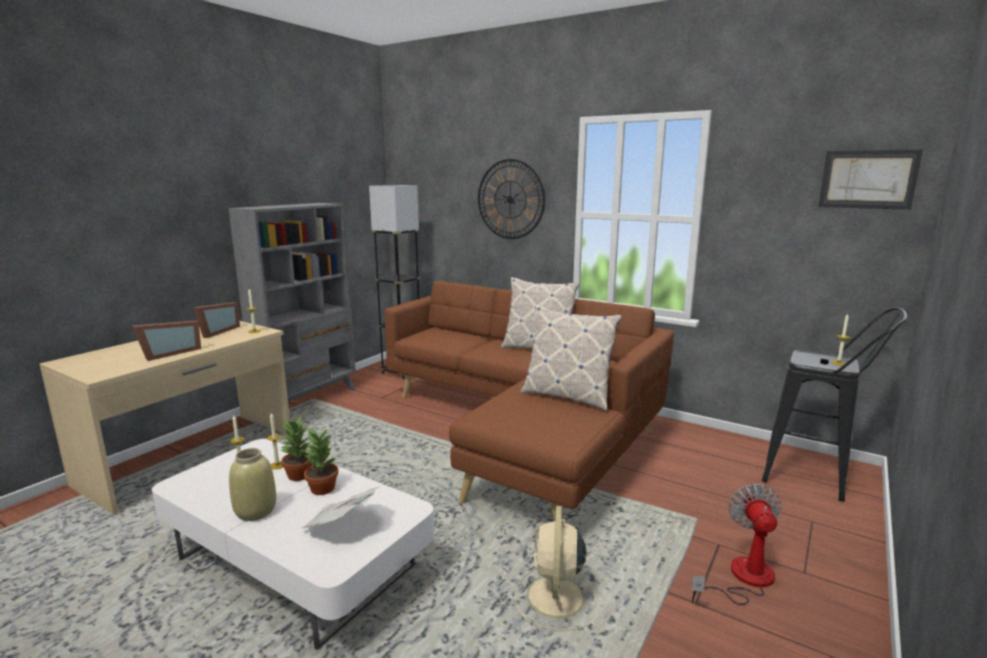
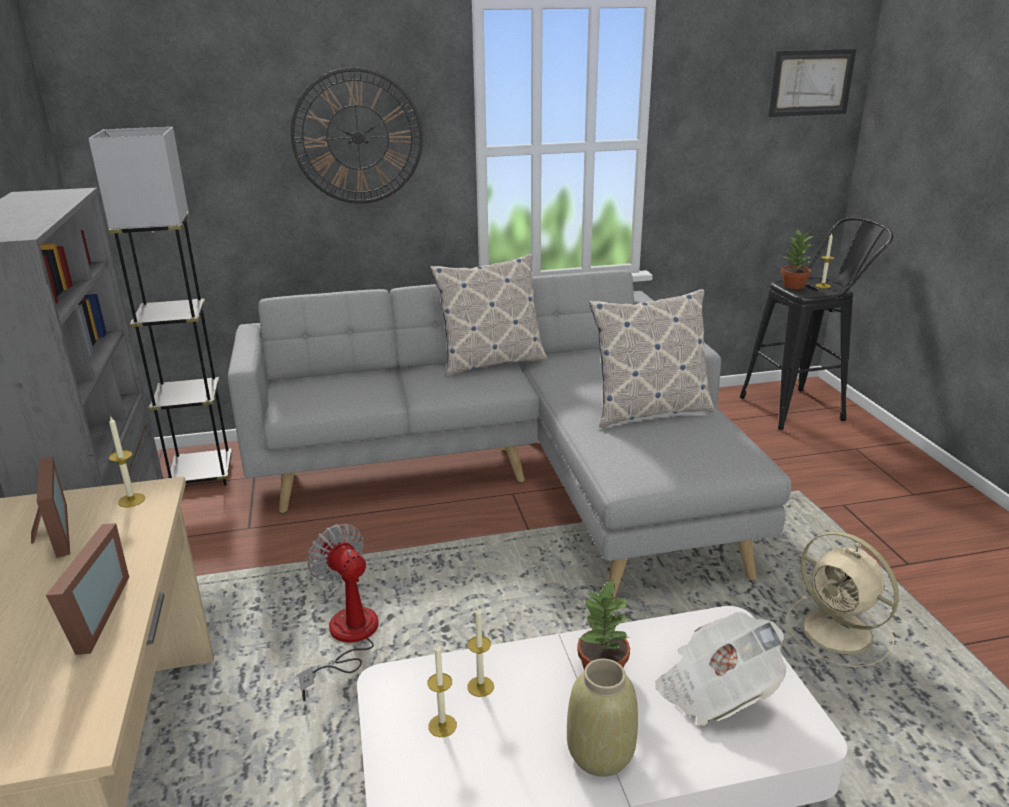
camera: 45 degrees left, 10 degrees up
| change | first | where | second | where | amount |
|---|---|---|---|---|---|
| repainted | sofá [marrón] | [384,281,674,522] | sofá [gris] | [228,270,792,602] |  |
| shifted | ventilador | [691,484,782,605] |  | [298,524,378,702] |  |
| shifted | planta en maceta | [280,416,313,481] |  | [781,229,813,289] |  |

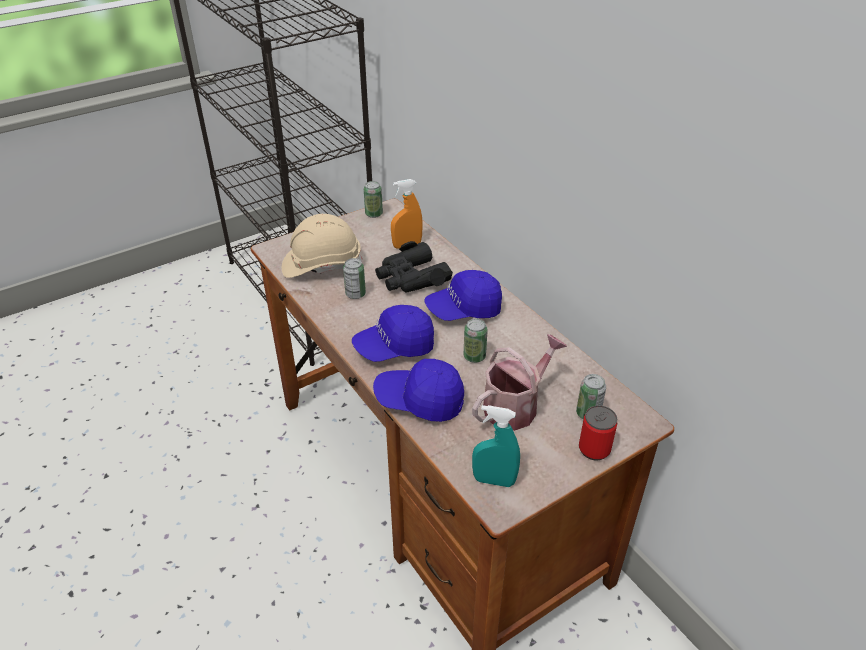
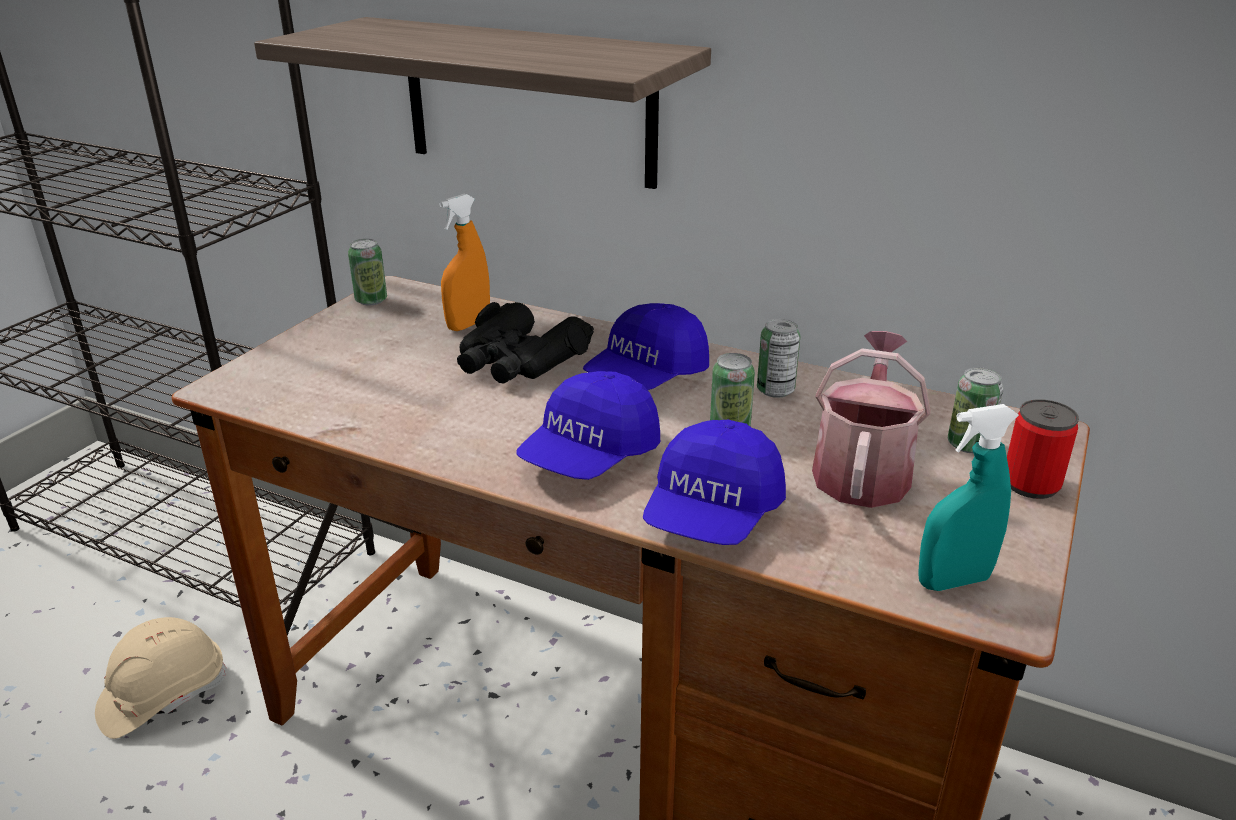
camera: 30 degrees left, 10 degrees down
| change | first | where | second | where | amount |
|---|---|---|---|---|---|
| shifted | casco [beis] | [282,214,363,278] |  | [95,617,227,739] |  |
| new |  |  | estante | [254,17,711,189] |  |
| rotated | gorra [azul] | [373,359,464,422] |  | [643,420,786,545] | 45 degrees counterclockwise |
| shifted | lata | [343,258,366,299] |  | [757,319,800,398] |  |

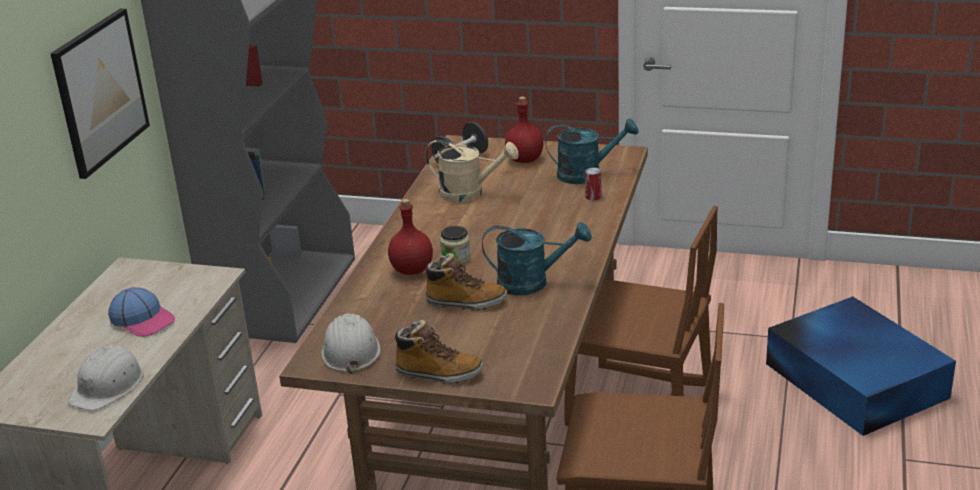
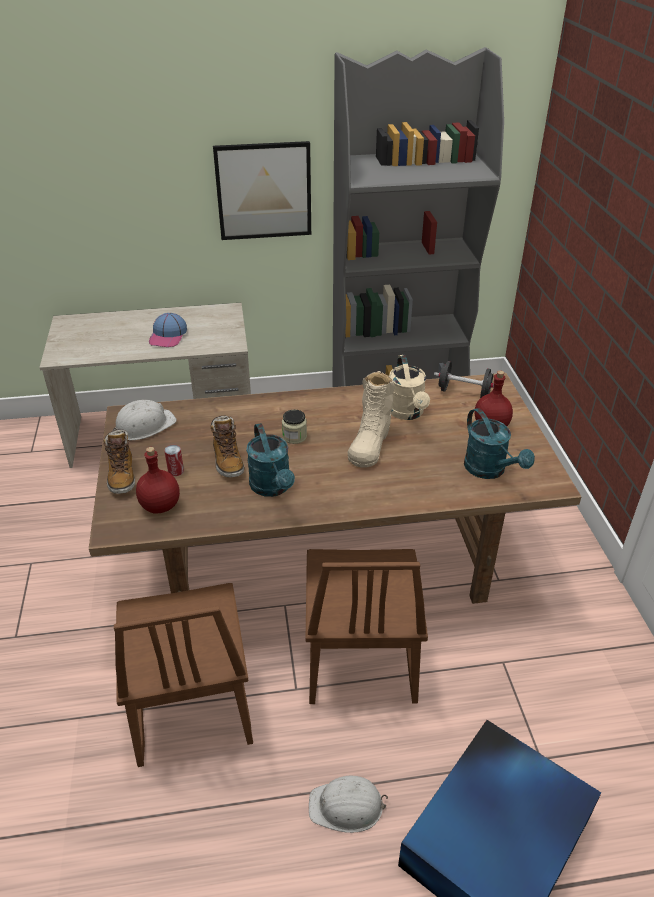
camera: 65 degrees right, 10 degrees up
| change | first | where | second | where | amount |
|---|---|---|---|---|---|
| shifted | botella [rojo] | [388,199,433,275] |  | [136,447,180,514] |  |
| shifted | lata | [585,168,602,201] |  | [164,445,184,476] |  |
| shifted | casco [blanco] | [68,345,144,411] |  | [309,776,388,833] |  |
| new |  |  | bota [beis] | [348,371,394,467] |  |

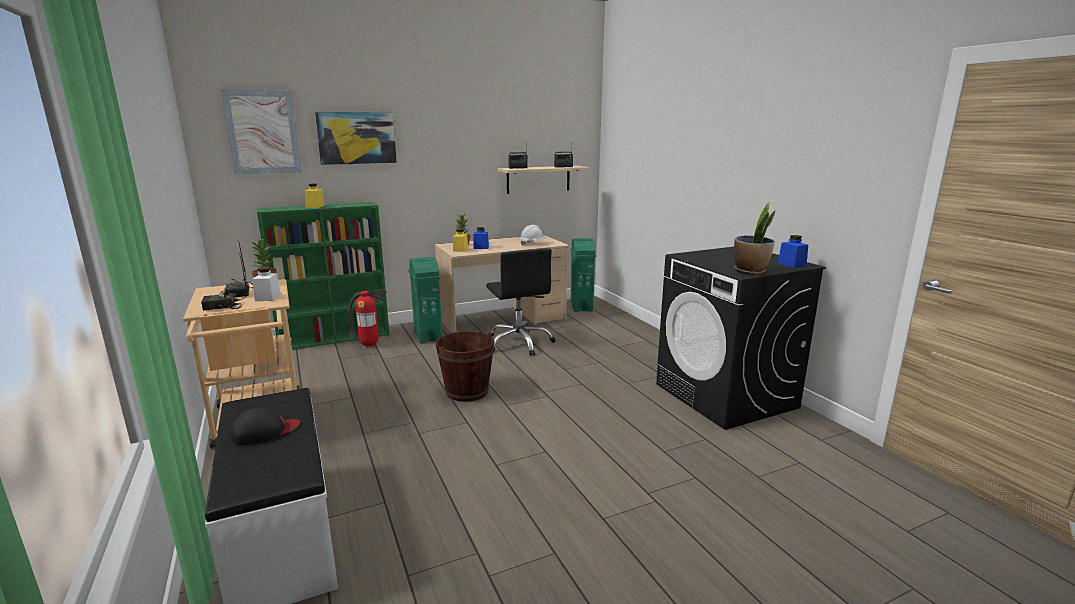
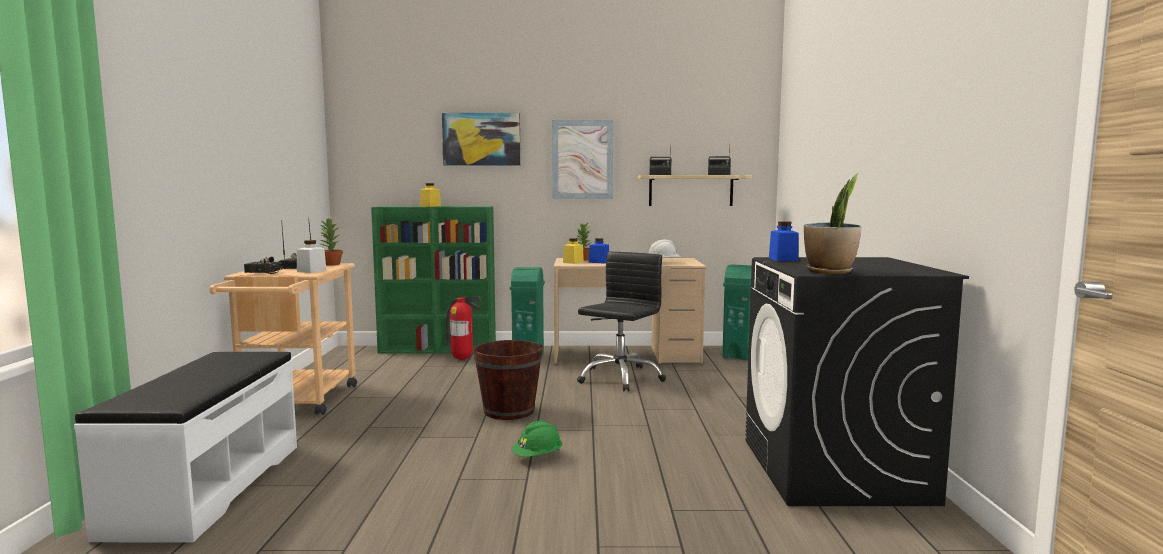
camera: 25 degrees right, 10 degrees down
| change | first | where | second | where | amount |
|---|---|---|---|---|---|
| new |  |  | casco [verde] | [512,421,562,457] |  |
| shifted | cuadro | [221,89,302,174] |  | [552,120,613,199] |  |
| rotated | silla de oficina [negro] | [486,248,555,356] |  | [577,252,666,392] | 150 degrees counterclockwise |
| shifted | tarro [azul] | [778,235,808,268] |  | [769,221,798,261] |  |
| gone | gorra [negro] | [230,408,301,445] |  |  |  |

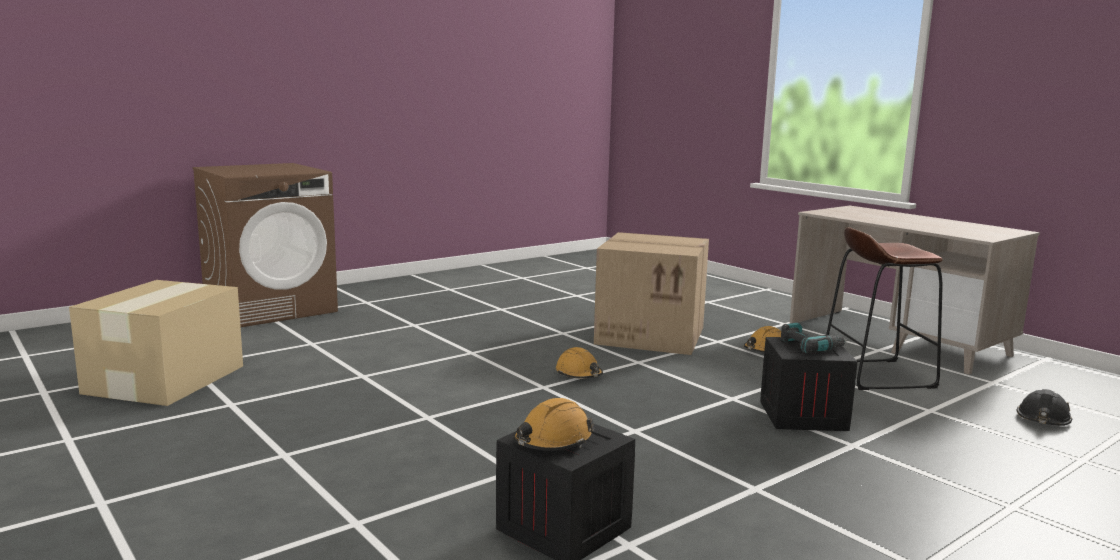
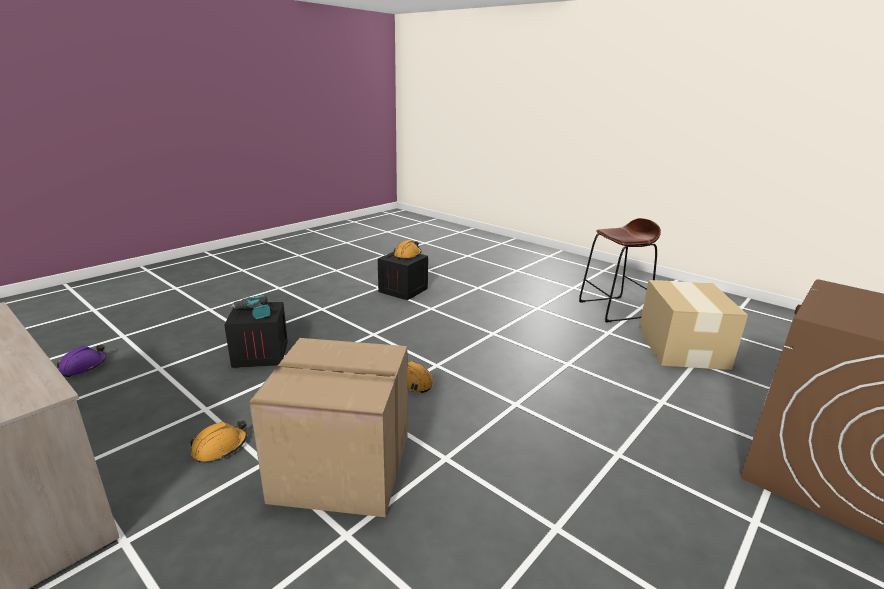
camera: 170 degrees right, 10 degrees up
| change | first | where | second | where | amount |
|---|---|---|---|---|---|
| repainted | casco [negro] | [1017,389,1072,426] | casco [morado] | [57,345,107,377] |  |
| shifted | taburete [marrón] | [826,227,943,390] |  | [579,218,661,323] |  |

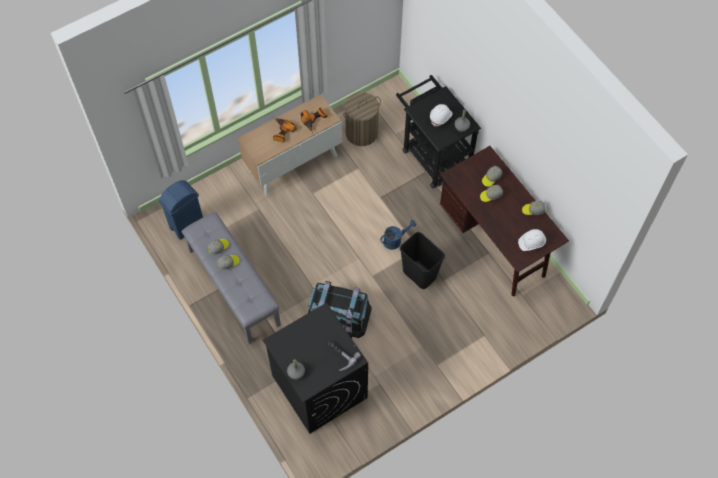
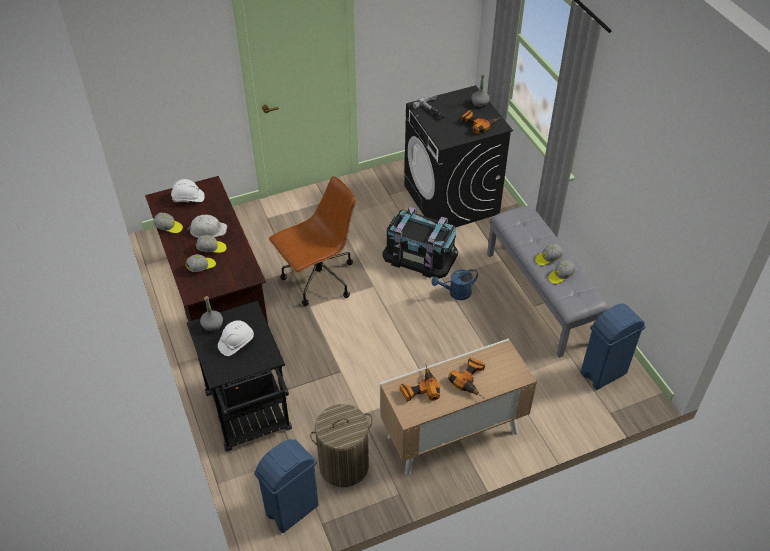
camera: 170 degrees left, 15 degrees down
| change | first | where | second | where | amount |
|---|---|---|---|---|---|
| new |  |  | casco [blanco] | [187,215,227,238] |  |
| new |  |  | papelera [azul] | [254,439,319,533] |  |
| swapped | papelera [negro] | [400,232,445,289] | silla de oficina [marrón] | [269,176,356,306] |  |
| shifted | regadera [azul] | [380,220,416,250] |  | [432,269,478,300] |  |
| new |  |  | taladro | [461,110,501,135] |  |

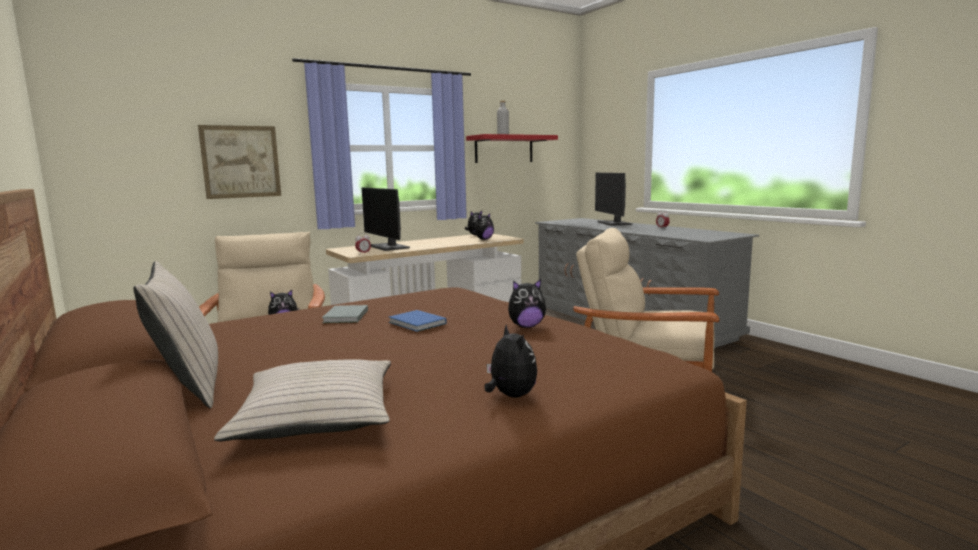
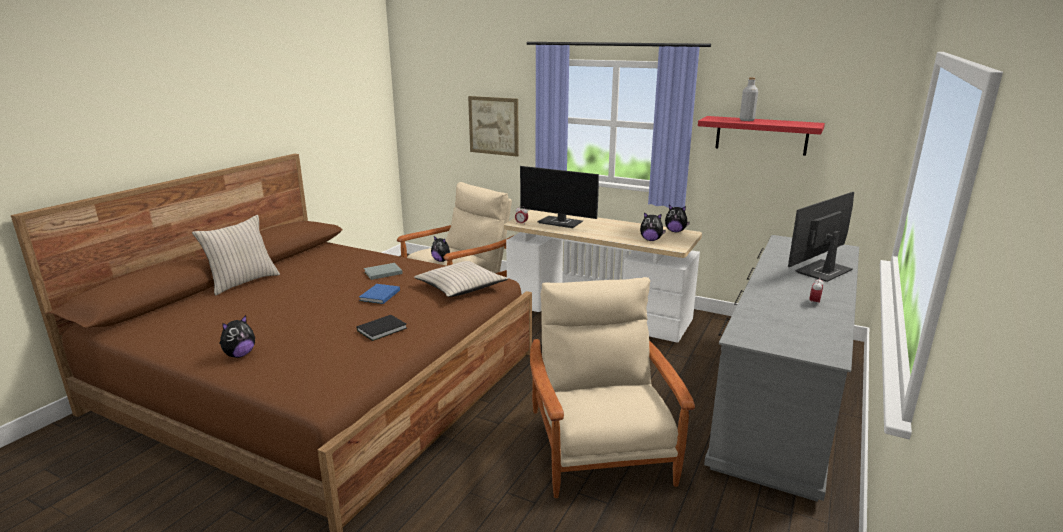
camera: 60 degrees right, 10 degrees up
| change | first | where | second | where | amount |
|---|---|---|---|---|---|
| swapped | peluche | [508,279,546,328] | libro [negro] | [357,315,407,341] |  |
| shifted | cojín [beis] | [214,359,391,441] |  | [414,261,508,297] |  |
| rotated | monitor | [362,187,410,251] |  | [520,166,599,228] | 90 degrees counterclockwise |

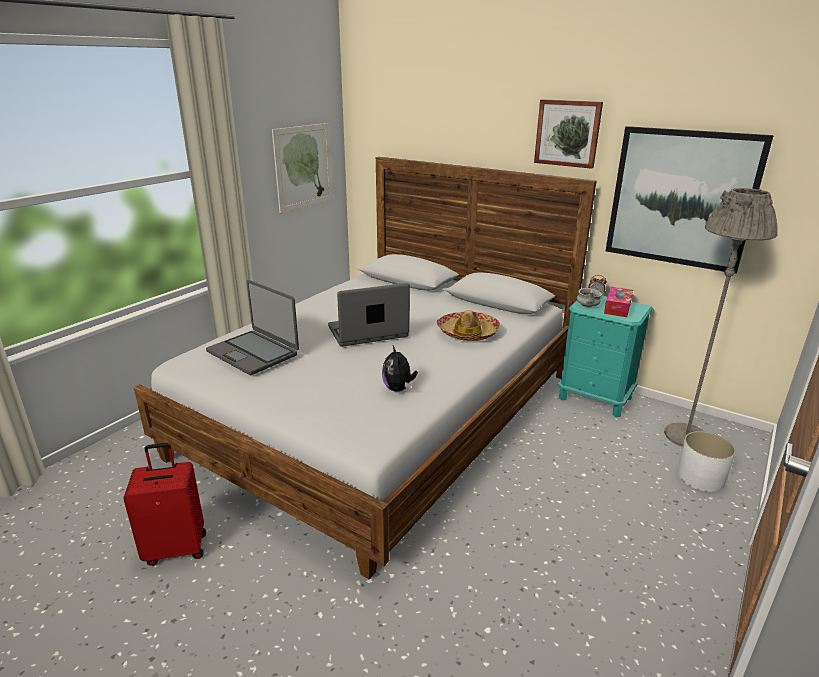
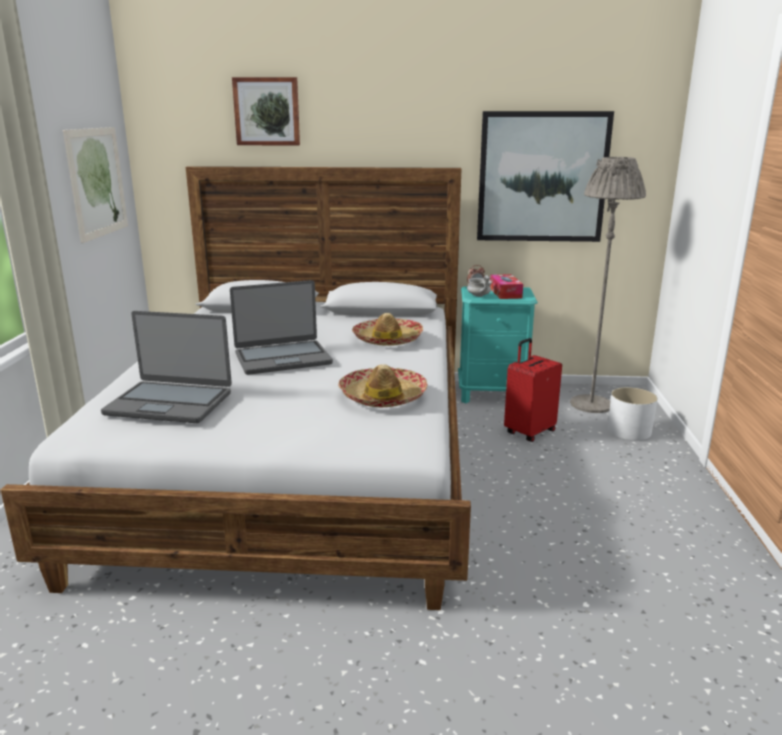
camera: 30 degrees left, 5 degrees down
| change | first | where | second | where | amount |
|---|---|---|---|---|---|
| rotated | portátil | [328,283,410,347] |  | [230,280,333,375] | 150 degrees counterclockwise |
| shifted | cuadro | [534,99,603,169] |  | [232,77,300,145] |  |
| swapped | peluche | [382,346,418,392] | sombrero | [338,364,427,407] |  |
| shifted | maleta [rojo] | [123,443,206,566] |  | [504,338,562,442] |  |

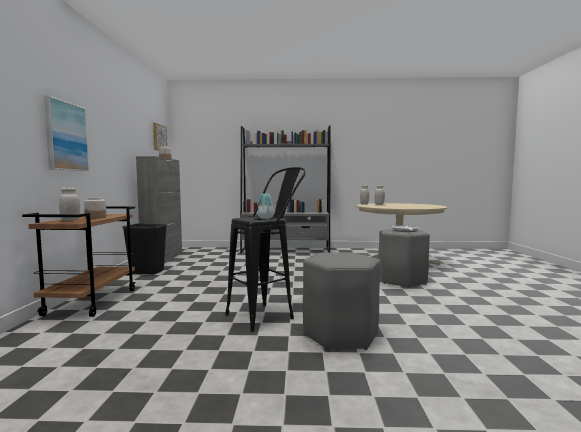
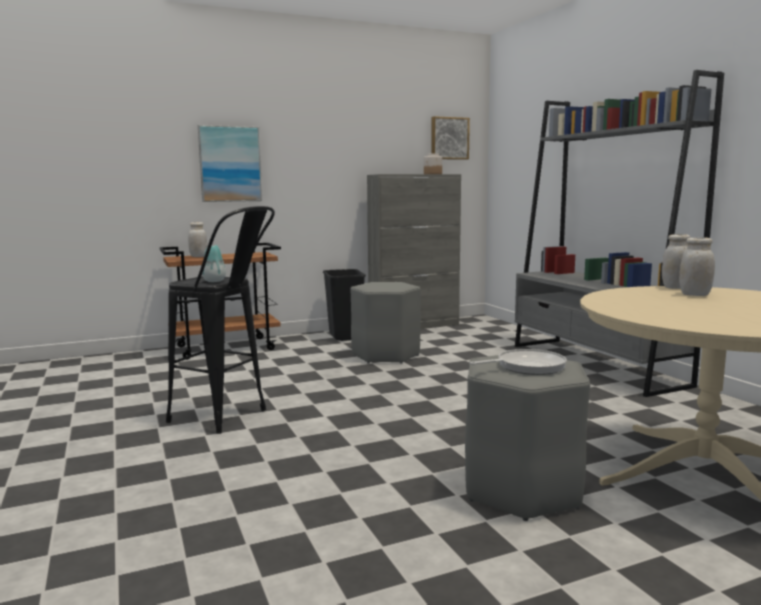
camera: 65 degrees right, 5 degrees up
| change | first | where | second | where | amount |
|---|---|---|---|---|---|
| shifted | taburete [gris] | [303,252,380,351] |  | [351,282,421,364] |  |
| gone | tarro | [84,197,106,219] |  |  |  |

